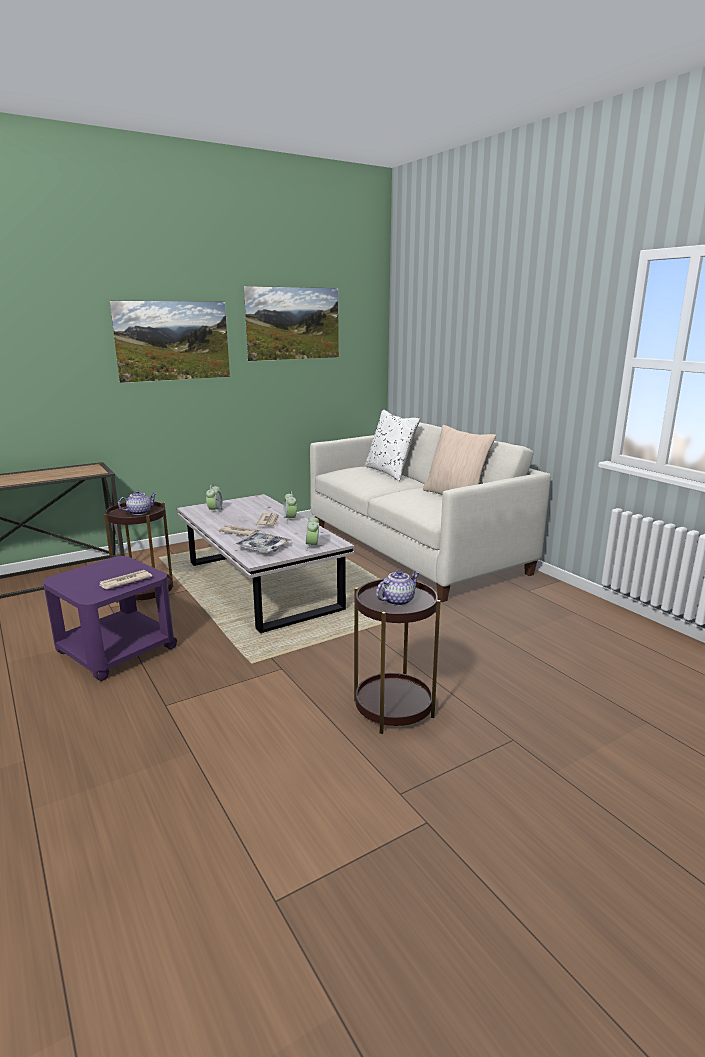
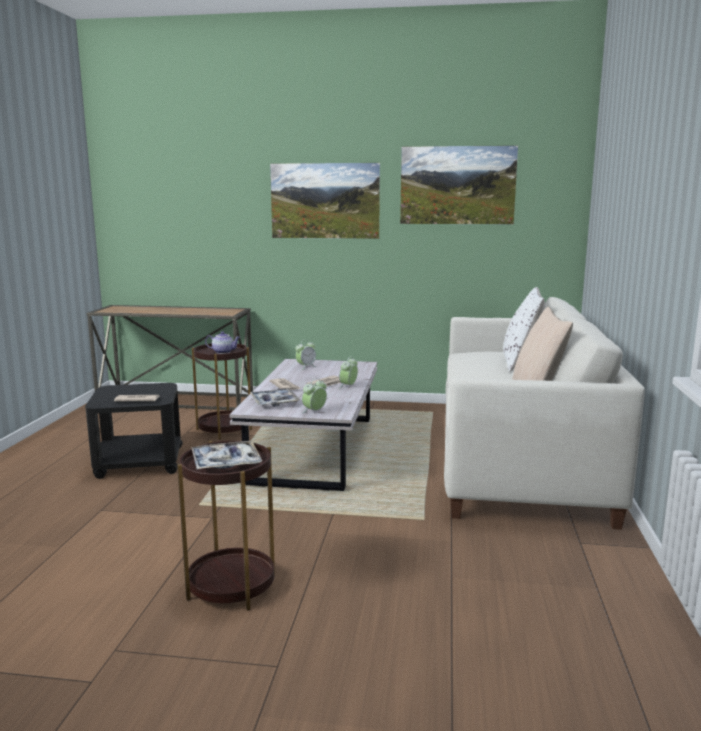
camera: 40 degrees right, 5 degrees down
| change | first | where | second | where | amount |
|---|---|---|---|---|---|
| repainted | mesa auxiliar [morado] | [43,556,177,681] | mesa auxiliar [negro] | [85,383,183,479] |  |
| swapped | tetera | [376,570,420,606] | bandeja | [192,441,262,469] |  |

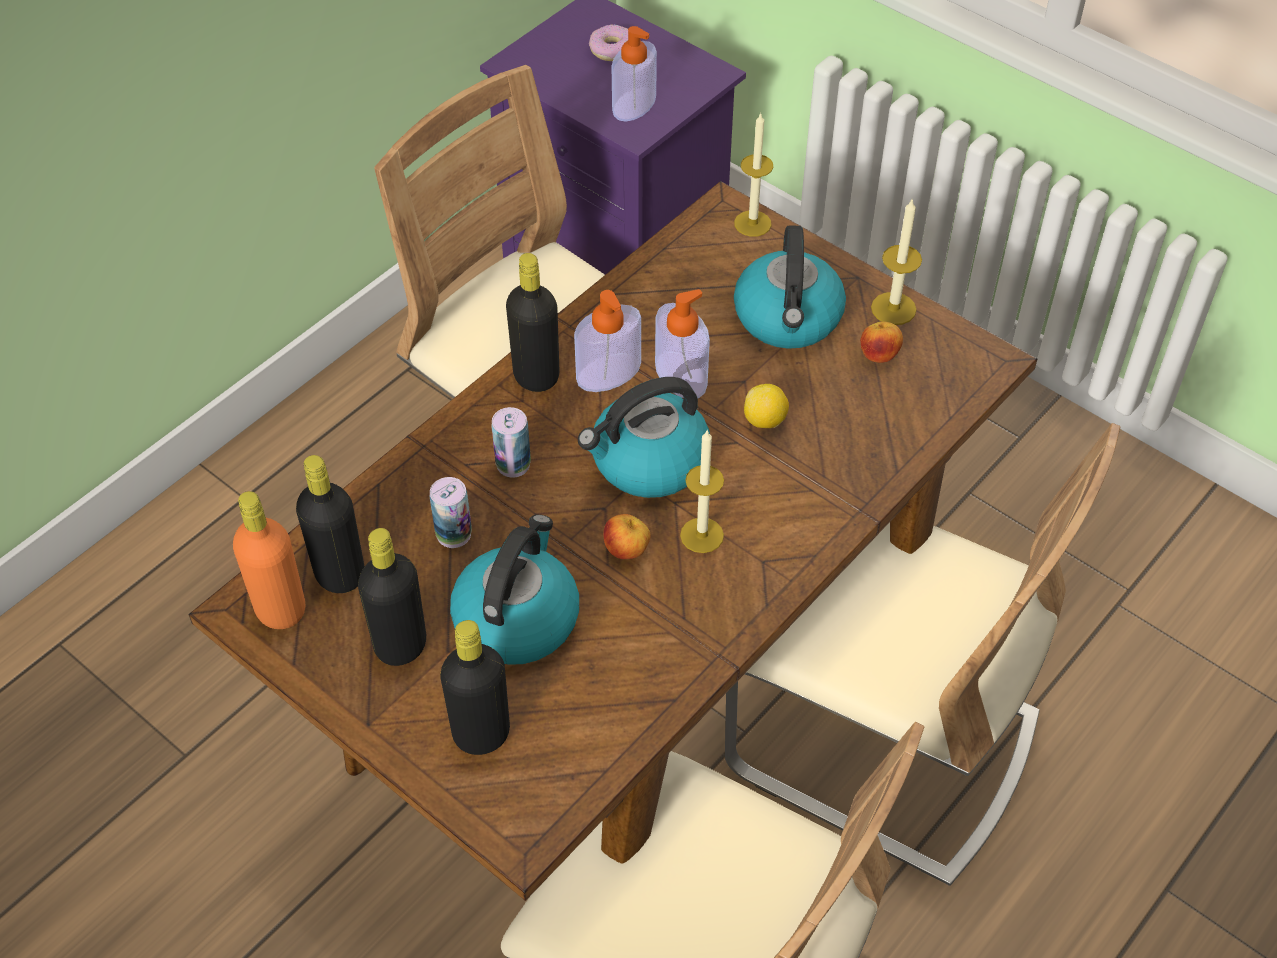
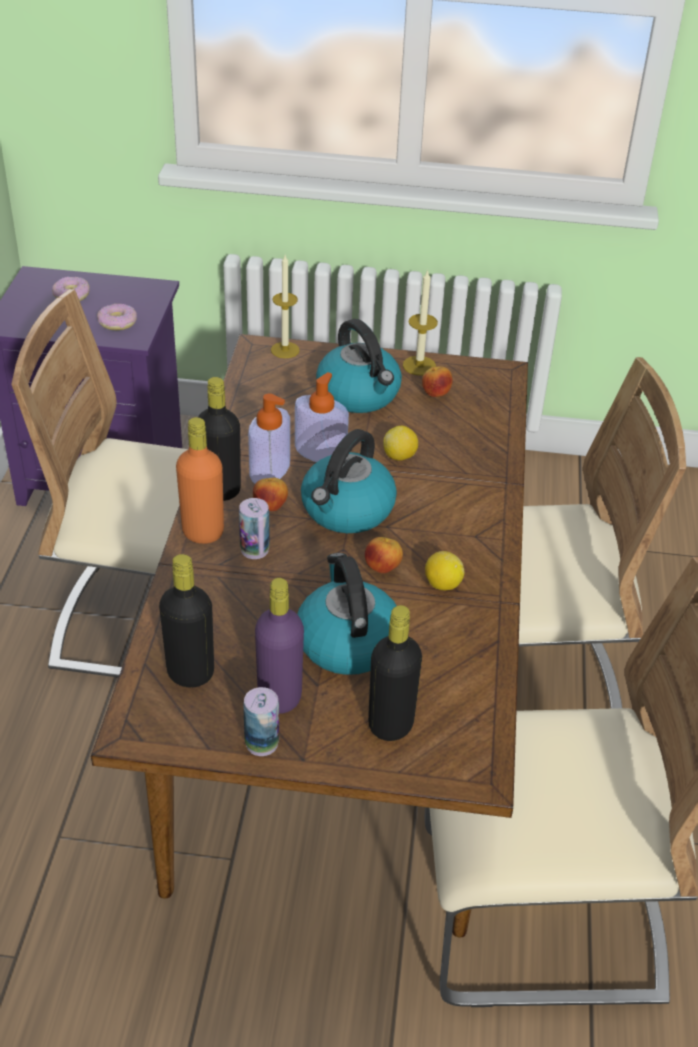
camera: 35 degrees left, 10 degrees down
| change | first | where | second | where | amount |
|---|---|---|---|---|---|
| swapped | dispensador de jabón | [612,26,657,122] | rosquilla | [97,303,137,330] |  |
| shifted | botella [naranja] | [233,491,305,629] |  | [176,417,224,544] |  |
| shifted | lata | [430,477,472,548] |  | [243,687,279,756] |  |
| new |  |  | manzana | [253,478,288,511] |  |
| repainted | botella [negro] | [358,528,426,666] | botella [morado] | [255,578,304,714] |  |
| new |  |  | limón | [425,551,464,590] |  |
| gone | vela | [680,430,724,553] |  |  |  |

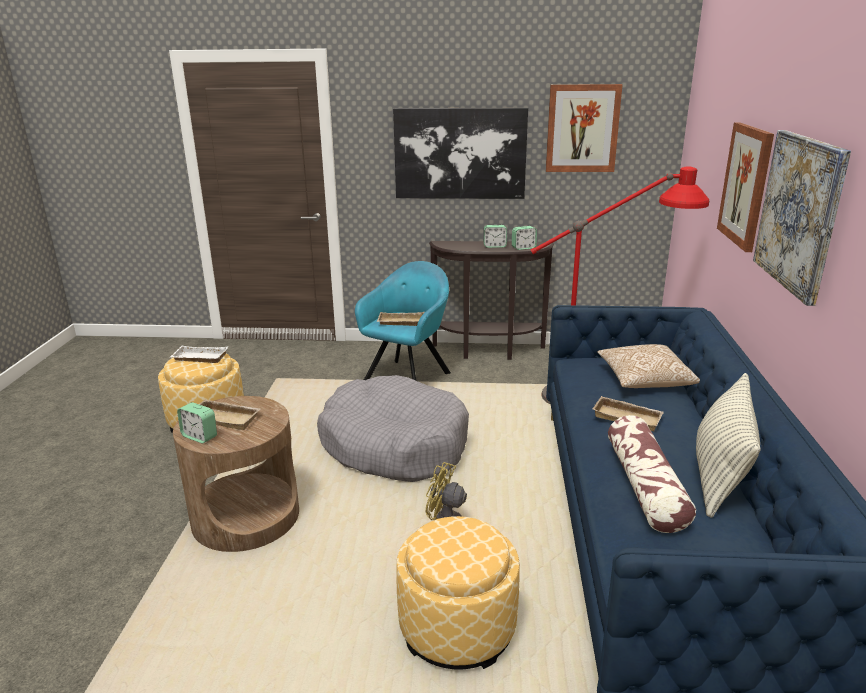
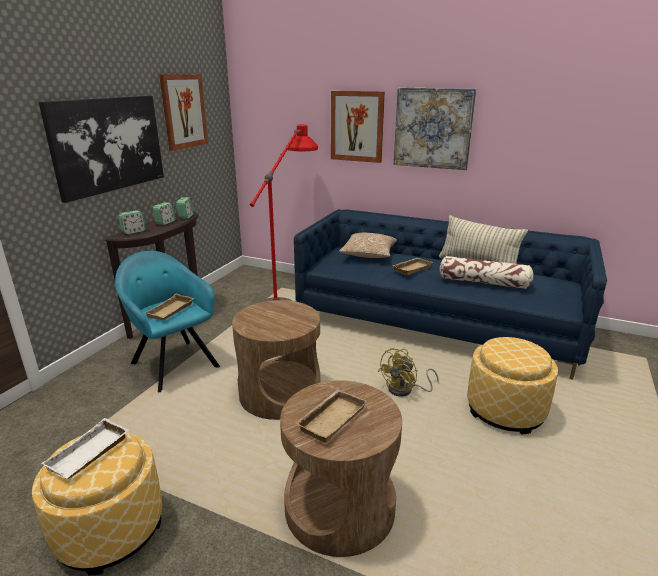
camera: 70 degrees left, 0 degrees up
| change | first | where | second | where | amount |
|---|---|---|---|---|---|
| shifted | despertador | [177,402,217,443] |  | [118,210,146,234] |  |
| swapped | cama para perro [gris] | [317,375,469,482] | mesa auxiliar [marrón] | [232,300,321,420] |  |

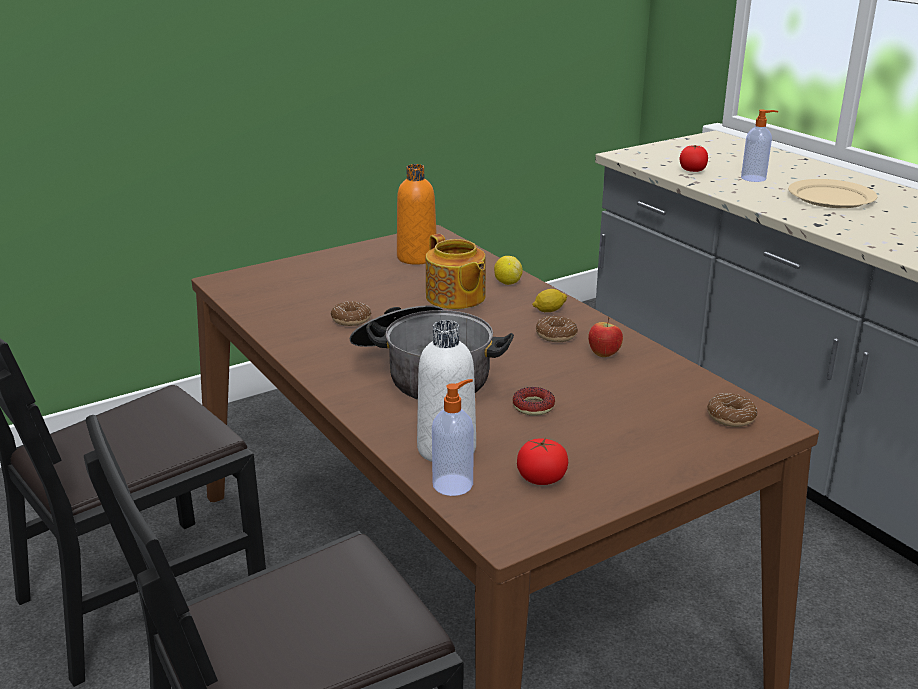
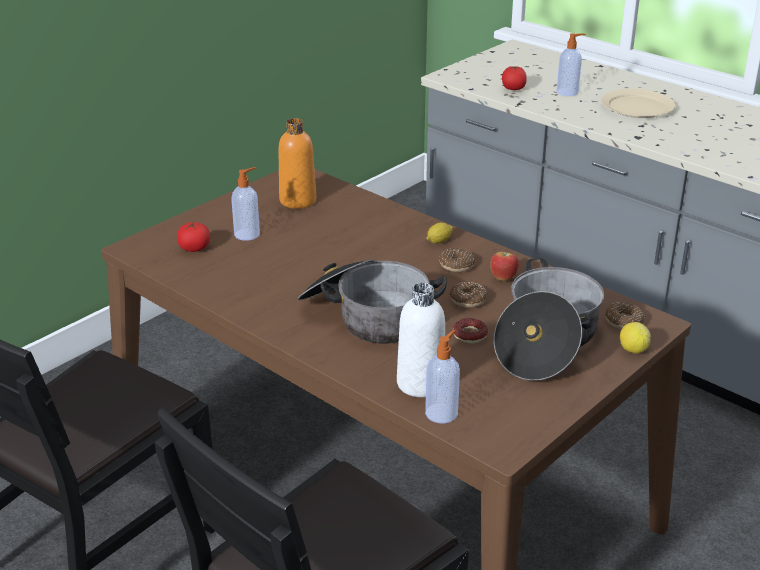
camera: 15 degrees left, 5 degrees up
| change | first | where | second | where | amount |
|---|---|---|---|---|---|
| shifted | tomate | [517,438,568,485] |  | [177,222,210,252] |  |
| new |  |  | dispensador de jabón | [231,167,260,241] |  |
| shifted | rosquilla | [330,301,372,326] |  | [450,282,487,308] |  |
| new |  |  | olla | [494,257,604,381] |  |
| shifted | limón | [494,256,523,285] |  | [620,322,651,354] |  |
| gone | tetera | [426,234,486,309] |  |  |  |

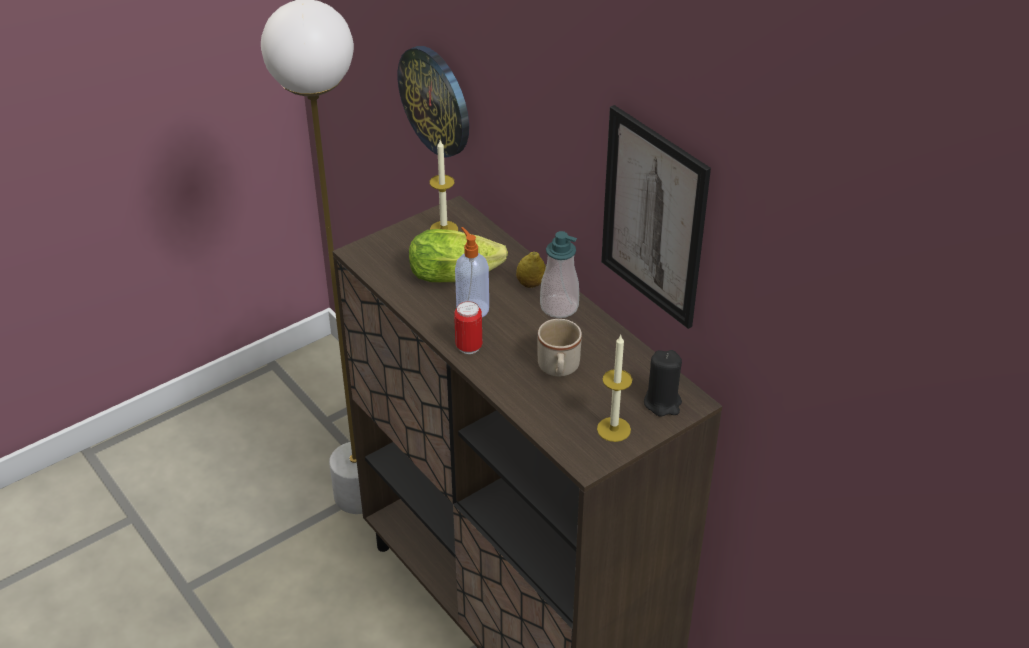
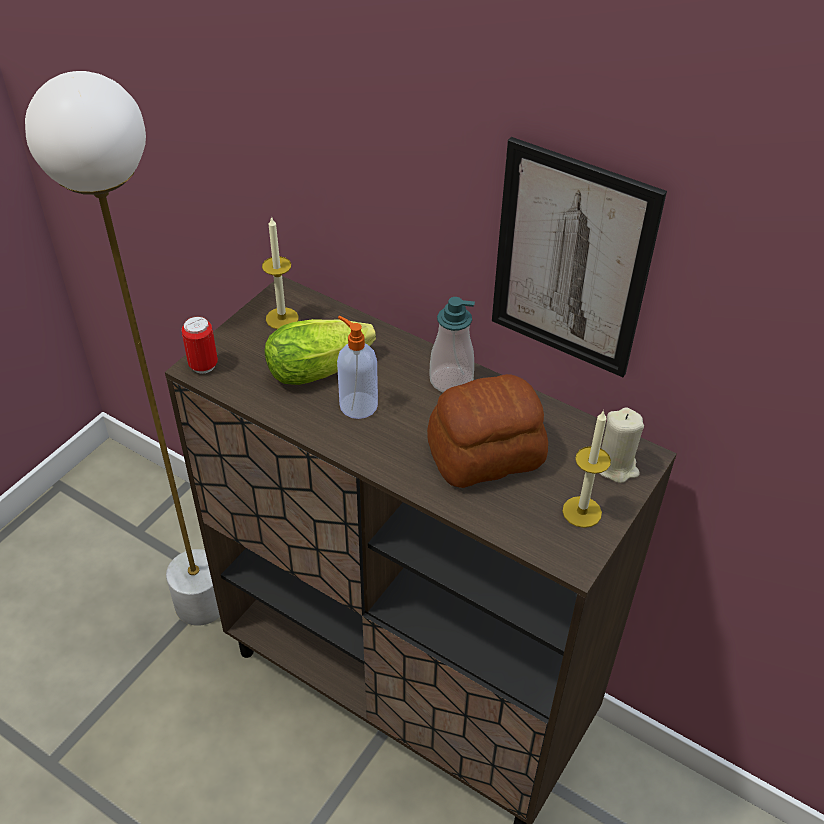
camera: 20 degrees left, 5 degrees up
| change | first | where | second | where | amount |
|---|---|---|---|---|---|
| shifted | lata | [454,301,482,354] |  | [182,316,218,374] |  |
| swapped | taza grande [beis] | [537,319,582,377] | pan | [427,374,548,488] |  |
| repainted | vela [negro] | [644,350,682,417] | vela [beis] | [599,408,644,483] |  |
| gone | reloj de pared | [398,46,469,158] |  |  |  |
| gone | limón | [516,251,546,288] |  |  |  |

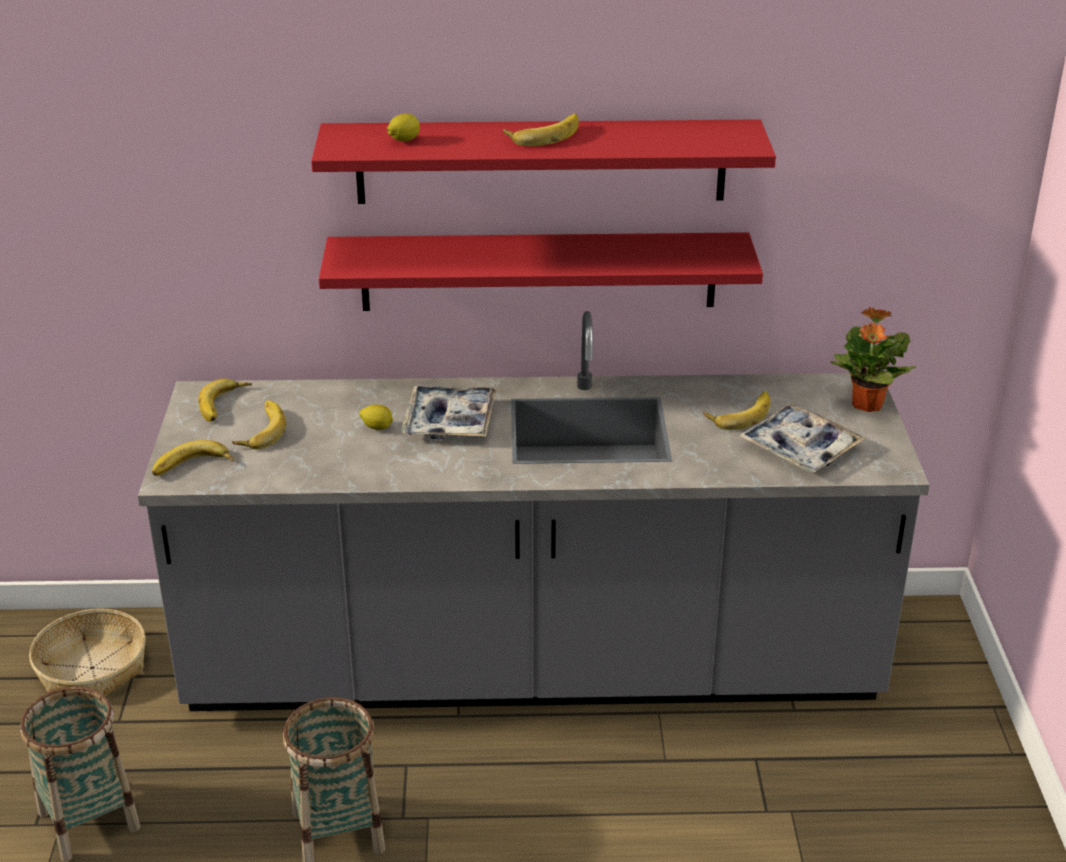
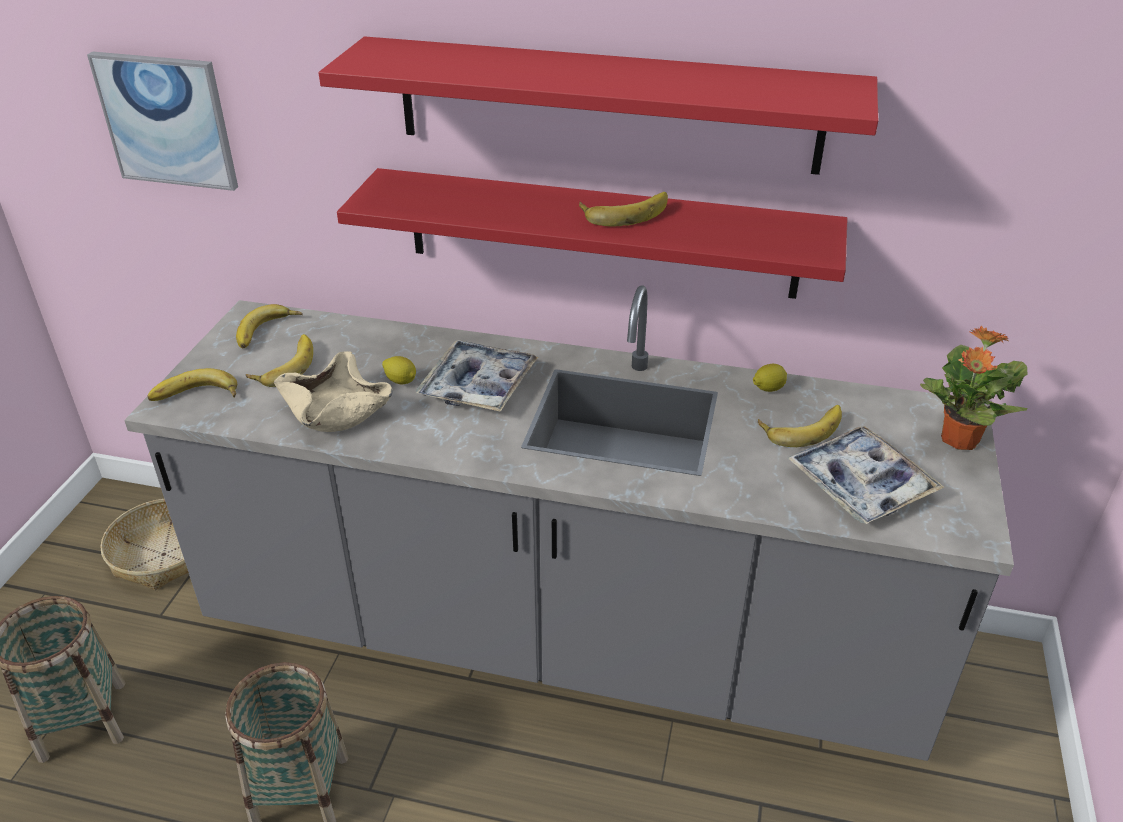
camera: 15 degrees right, 5 degrees up
| change | first | where | second | where | amount |
|---|---|---|---|---|---|
| new |  |  | cuadro | [87,52,238,191] |  |
| new |  |  | cuenco [beis] | [274,351,393,432] |  |
| shifted | plátano | [503,113,579,146] |  | [579,192,668,227] |  |
| shifted | limón | [387,113,420,141] |  | [753,364,787,392] |  |

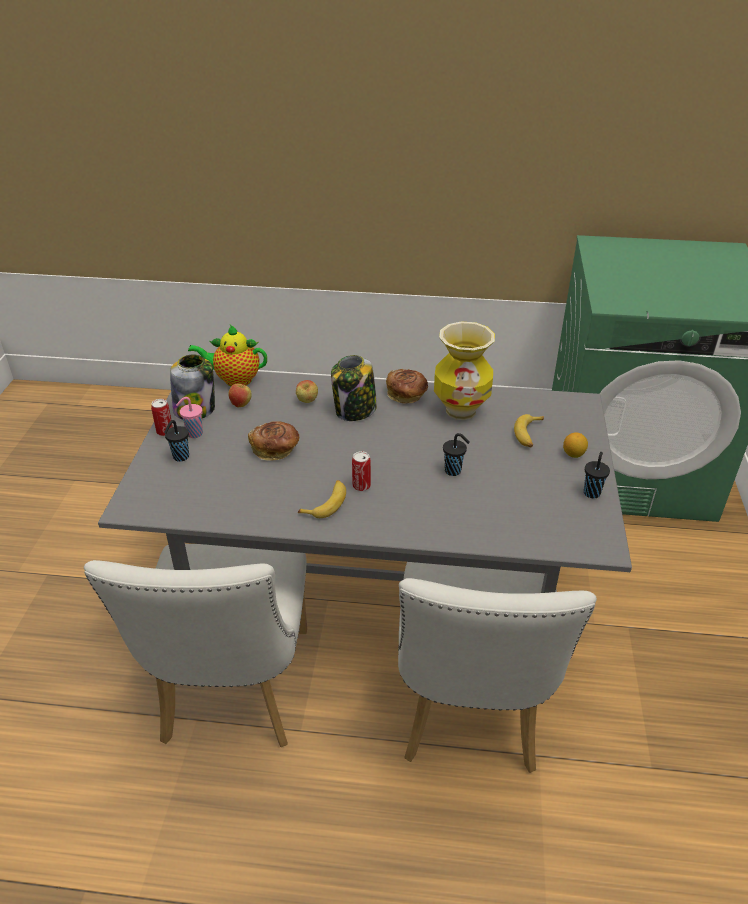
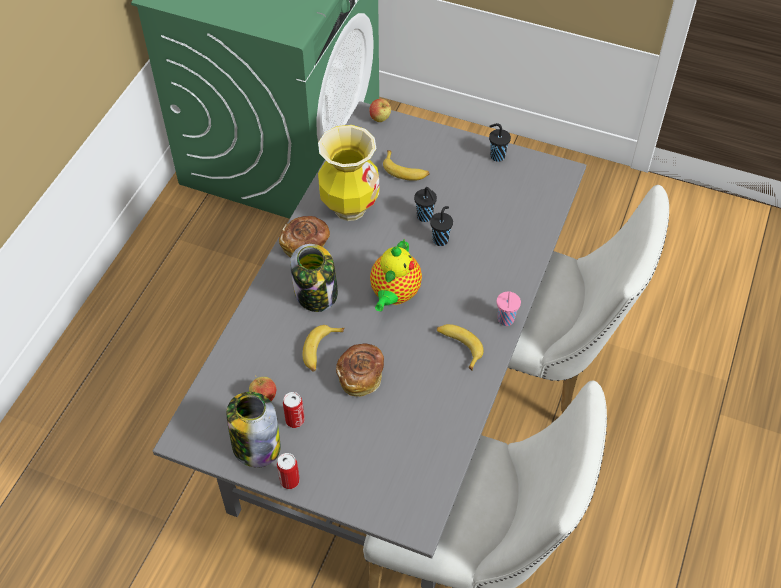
camera: 75 degrees left, 15 degrees up
| change | first | where | second | where | amount |
|---|---|---|---|---|---|
| shifted | lata | [352,451,371,491] |  | [283,392,305,428] |  |
| new |  |  | plátano | [303,325,344,372] |  |
| shifted | manzana | [296,380,318,403] |  | [369,99,391,122] |  |
| shifted | tetera | [188,325,267,386] |  | [370,238,422,312] |  |
| shifted | taza [negro] | [164,420,189,462] |  | [414,187,437,222] |  |
| shifted | taza [rosa] | [176,397,203,438] |  | [497,292,521,326] |  |
| gone | limón | [563,432,588,458] |  |  |  |

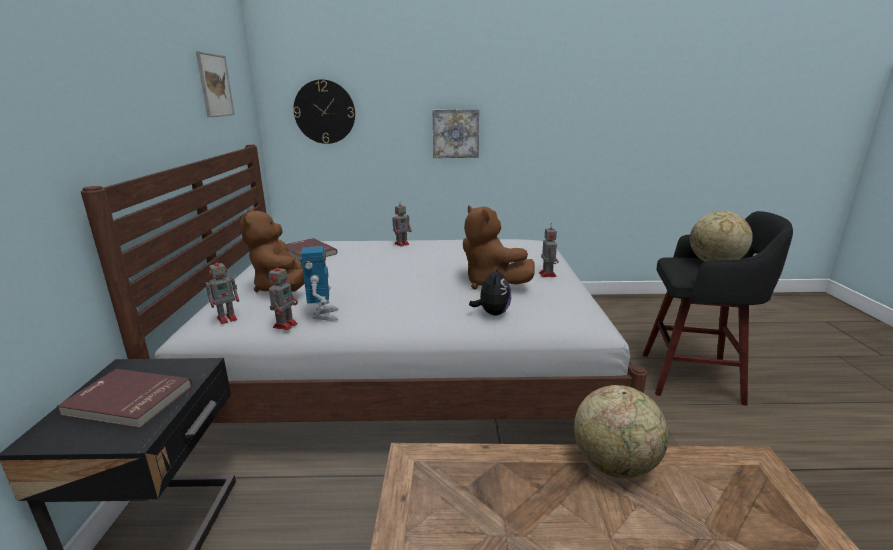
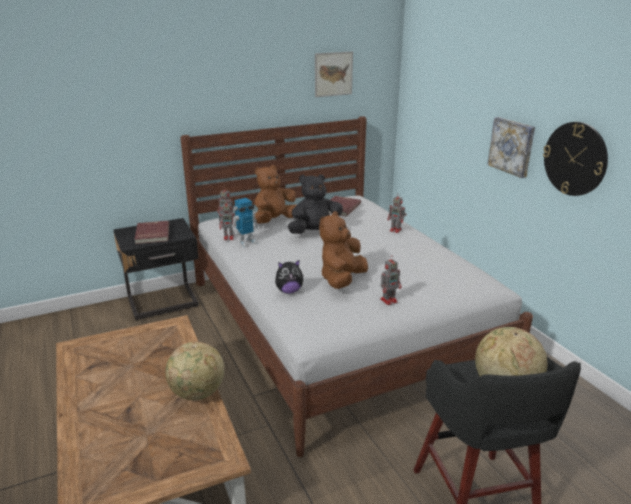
camera: 65 degrees right, 5 degrees up
| change | first | where | second | where | amount |
|---|---|---|---|---|---|
| new |  |  | peluche [negro] | [288,174,343,234] |  |
| shifted | reloj de pared | [293,79,355,144] |  | [543,122,608,196] |  |

